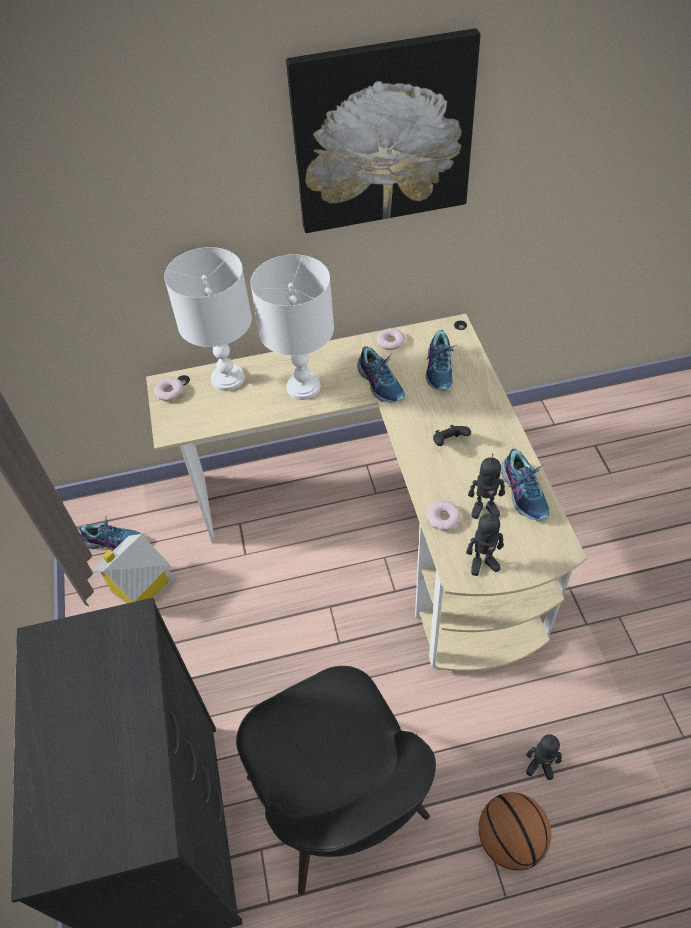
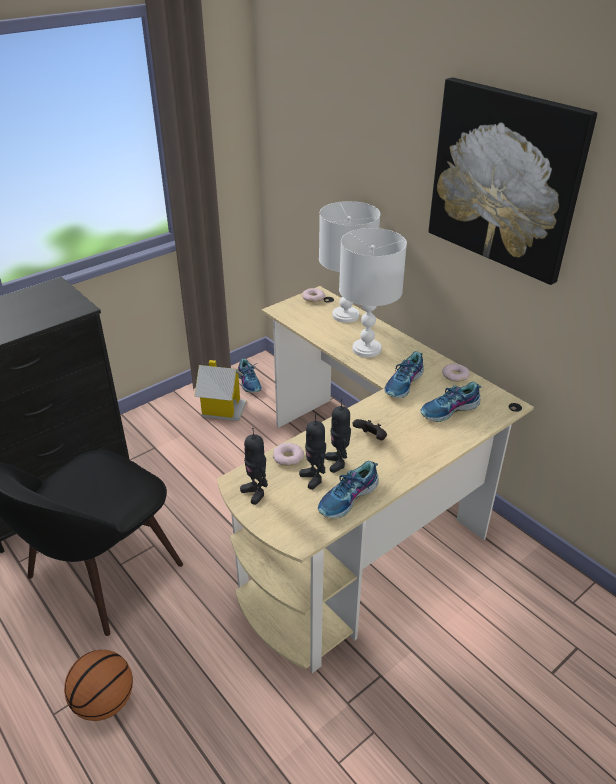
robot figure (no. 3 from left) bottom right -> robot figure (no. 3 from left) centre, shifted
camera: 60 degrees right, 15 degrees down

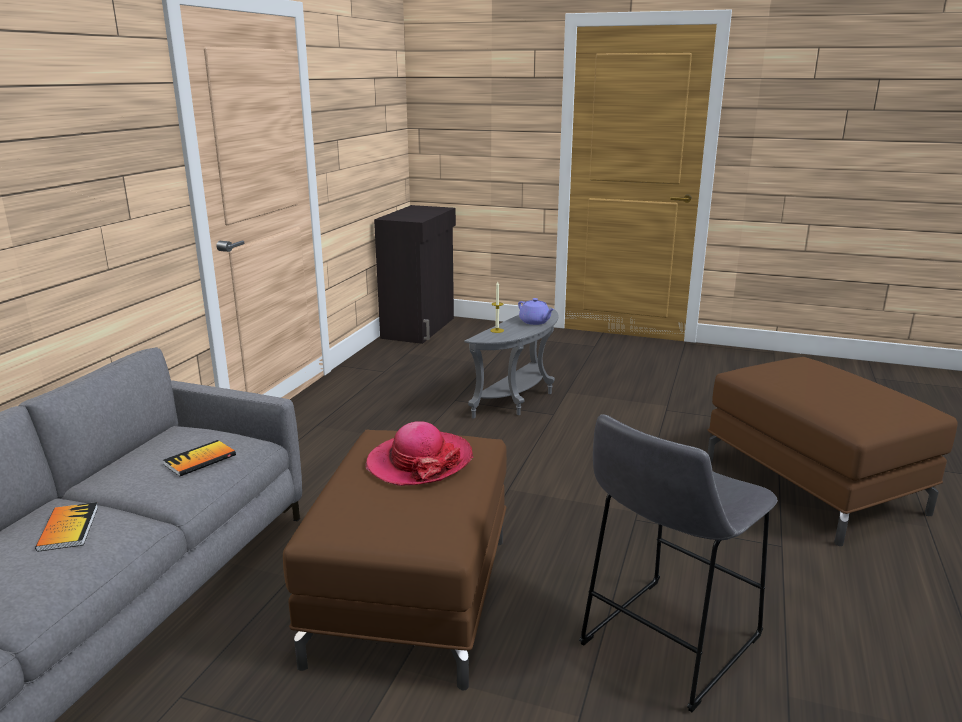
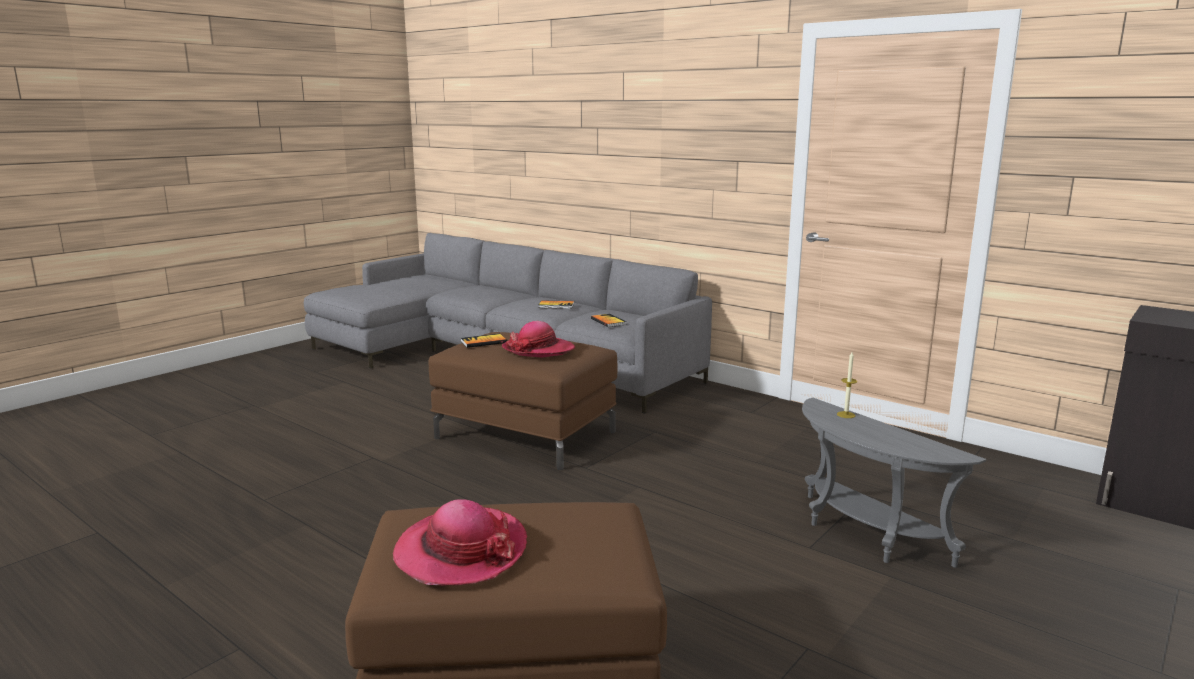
teapot (purple-coloured) centre -> none
sitting stool (greyish) bottom right -> none
none -> wearable hat (no. 1 from left) bottom centre
none -> book (no. 1 from left) centre
camera: 110 degrees right, 5 degrees down

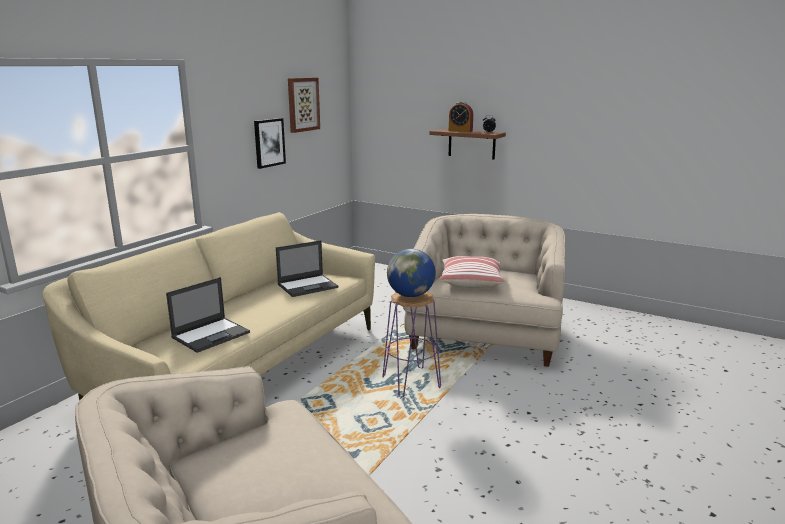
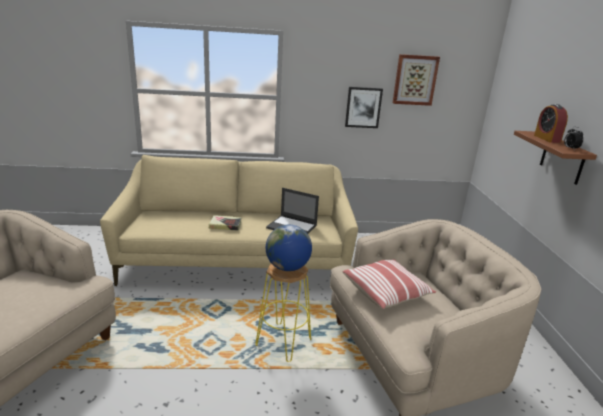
portable computer (no. 1 from left) middle left -> none
sitting stool (purple-coloured) centre -> sitting stool (yellow-coloured) bottom centre
none -> book centre
camera: 55 degrees right, 5 degrees up

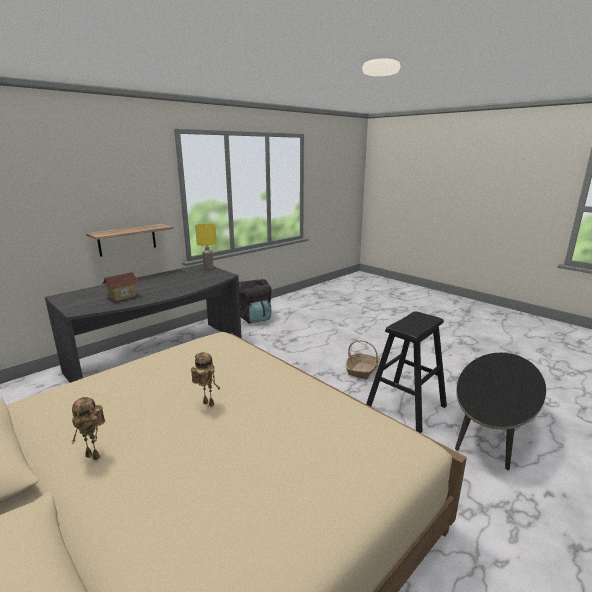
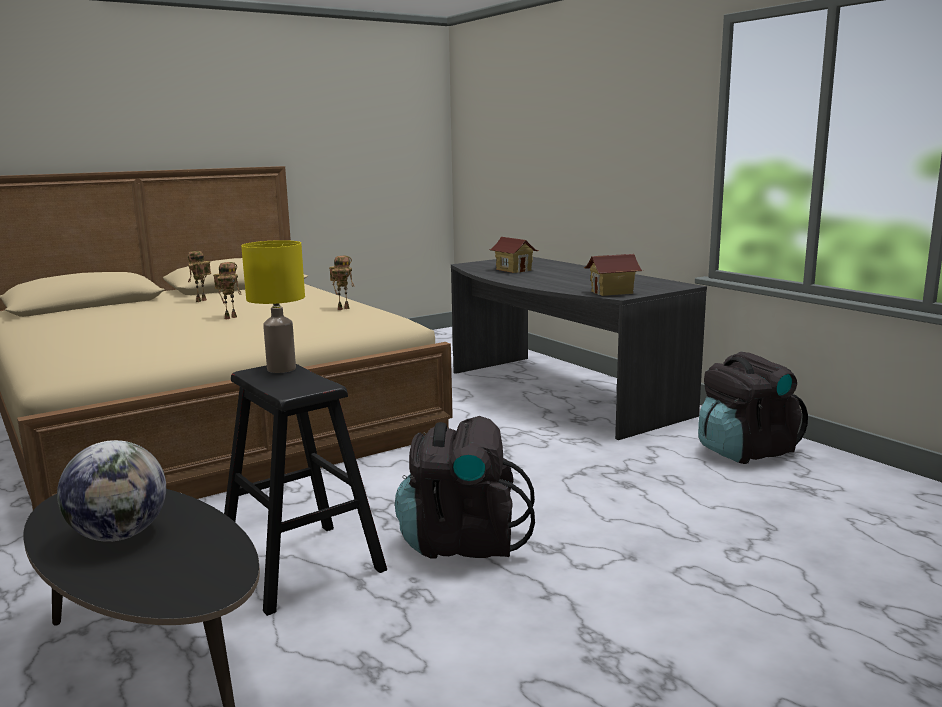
shelf middle left -> none
table lamp (yellow-coloured) centre -> table lamp (yellow-coloured) middle left, shifted
basket centre -> rucksack (black-coloured) (no. 1 from left) bottom centre
none -> desk globe bottom left
none -> robot figure (no. 3 from left) centre
none -> model house (no. 2 from left) centre
camera: 100 degrees right, 5 degrees down

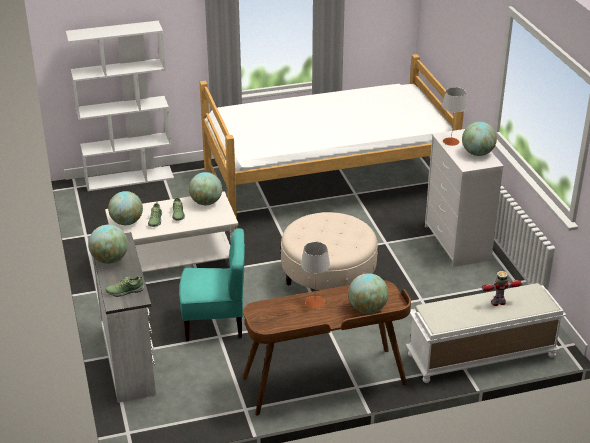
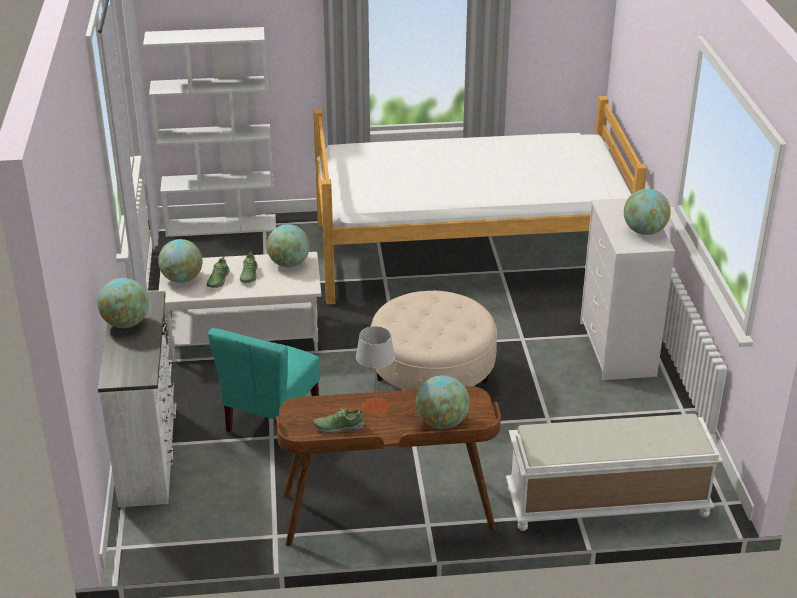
low shoe (no. 1 from left in the first image) middle left -> low shoe (no. 3 from left) bottom centre, shifted
plain chair (turquoise) centre -> plain chair (turquoise) middle left, 105 degrees clockwise
table lamp (greyish) (no. 2 from left) top right -> none
robot figure middle right -> none
camera: 10 degrees right, 0 degrees up

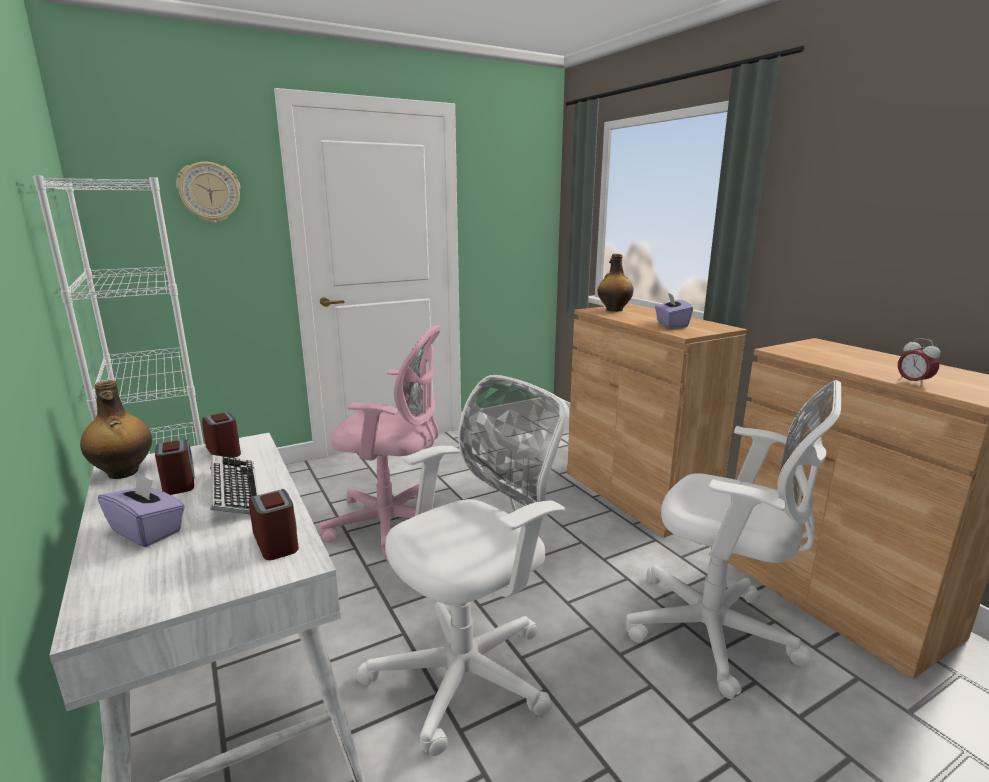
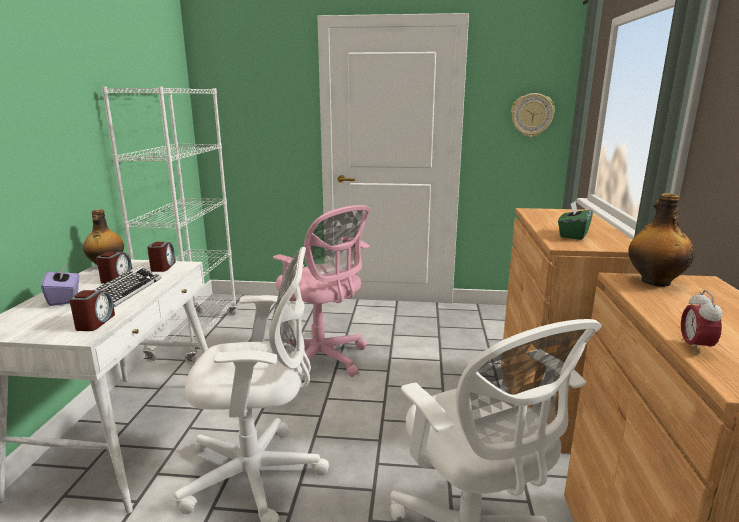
wall clock top left -> wall clock top right, shifted
beverage bottle (no. 2 from left) centre -> beverage bottle (no. 2 from left) middle right, shifted
tissue box (purple-coloured) (no. 2 from left) middle right -> tissue box (green) middle right
camera: 35 degrees right, 0 degrees up

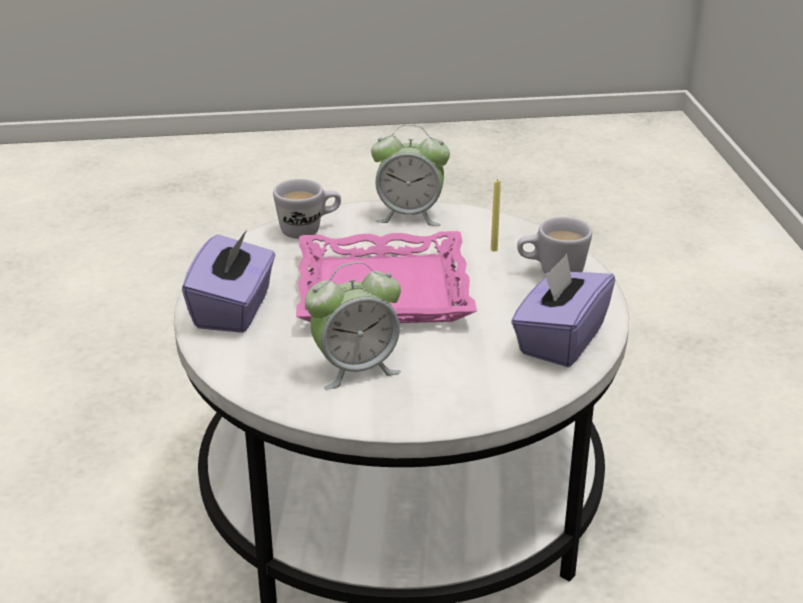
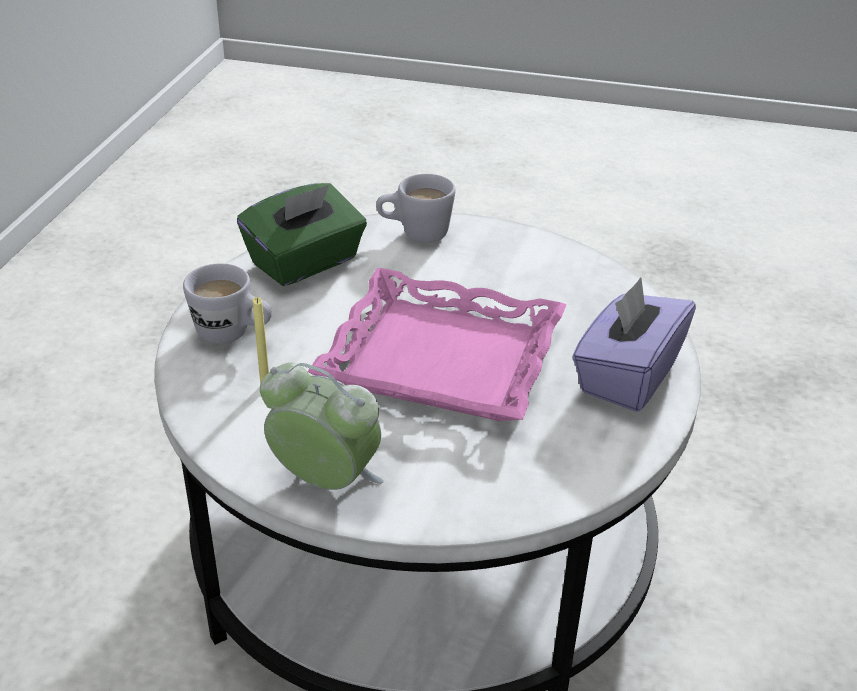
coffee mug (white) (no. 1 from left in the first image) centre -> coffee mug (white) (no. 2 from left) top centre, shifted
bedside clock (no. 1 from left) centre -> none
tissue box (purple-coloured) (no. 2 from left) middle right -> tissue box (green) centre
camera: 160 degrees left, 5 degrees up

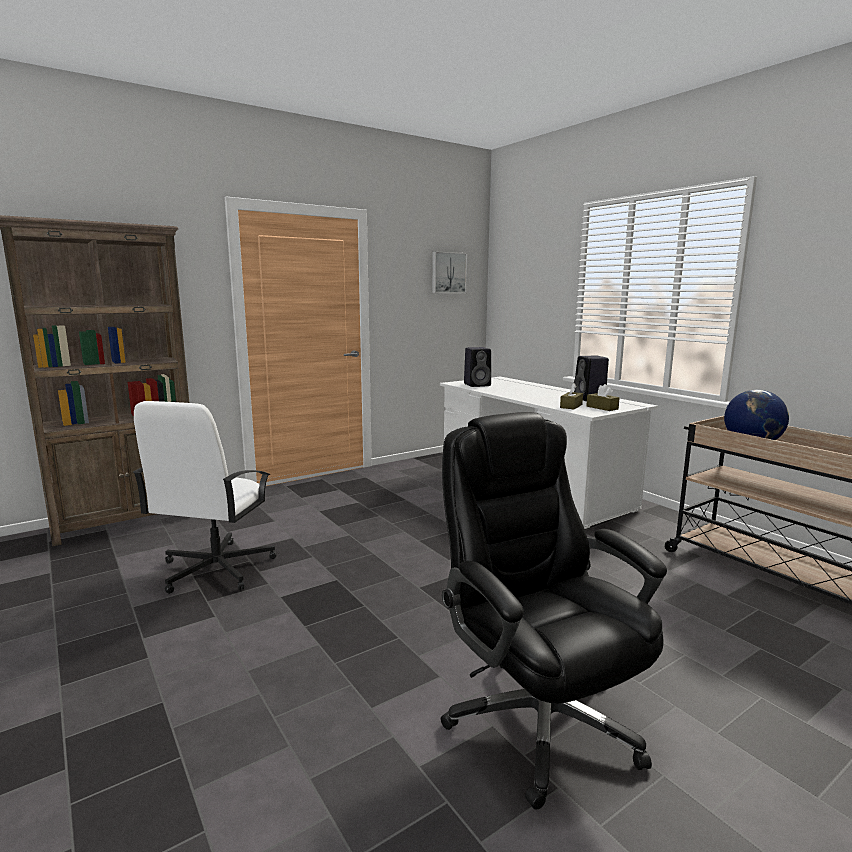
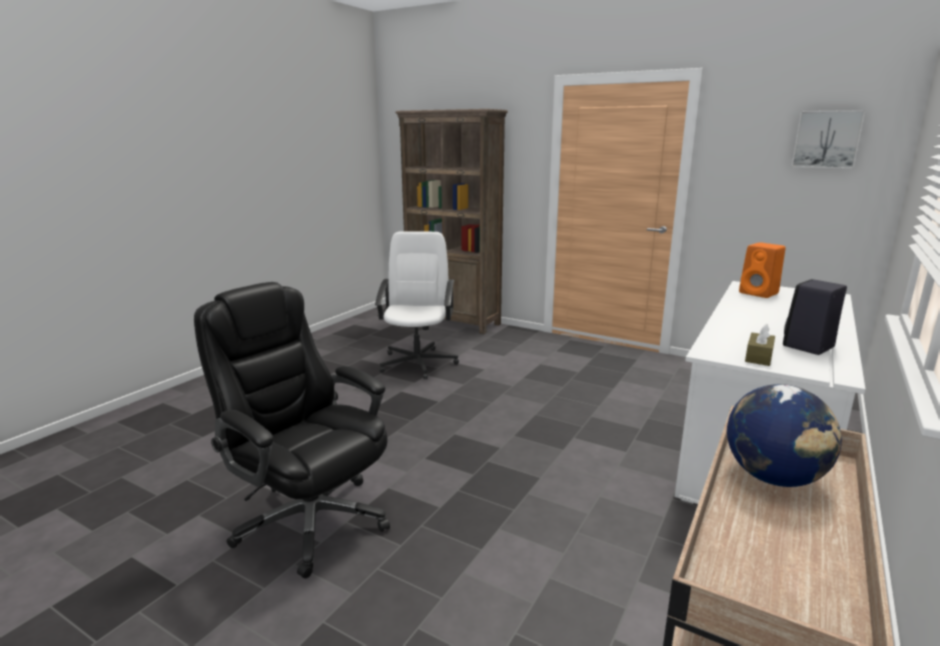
desk chair (white) middle left -> desk chair (white) centre, 105 degrees clockwise
desk chair (black-coloured) bottom centre -> desk chair (black-coloured) middle left, 90 degrees counterclockwise
speaker (black-coloured) (no. 1 from left) centre -> speaker (orange-coloured) middle right
tissue box (brown) (no. 1 from left) middle right -> none
camera: 65 degrees right, 5 degrees up

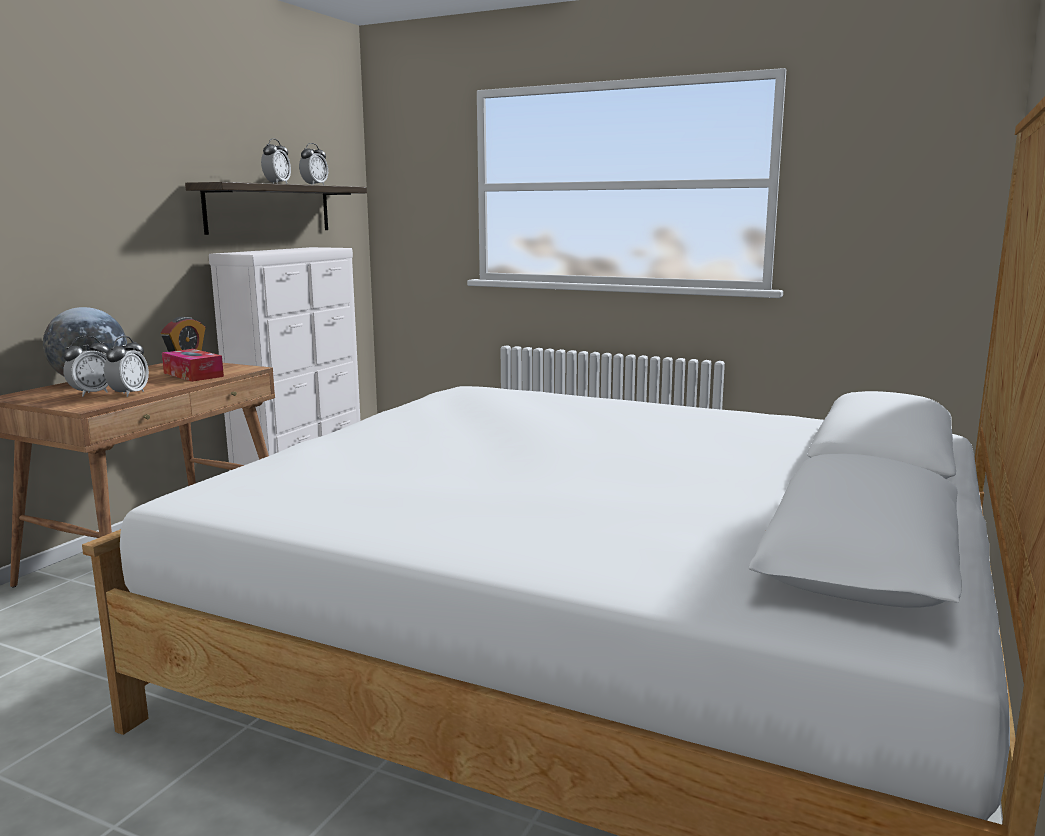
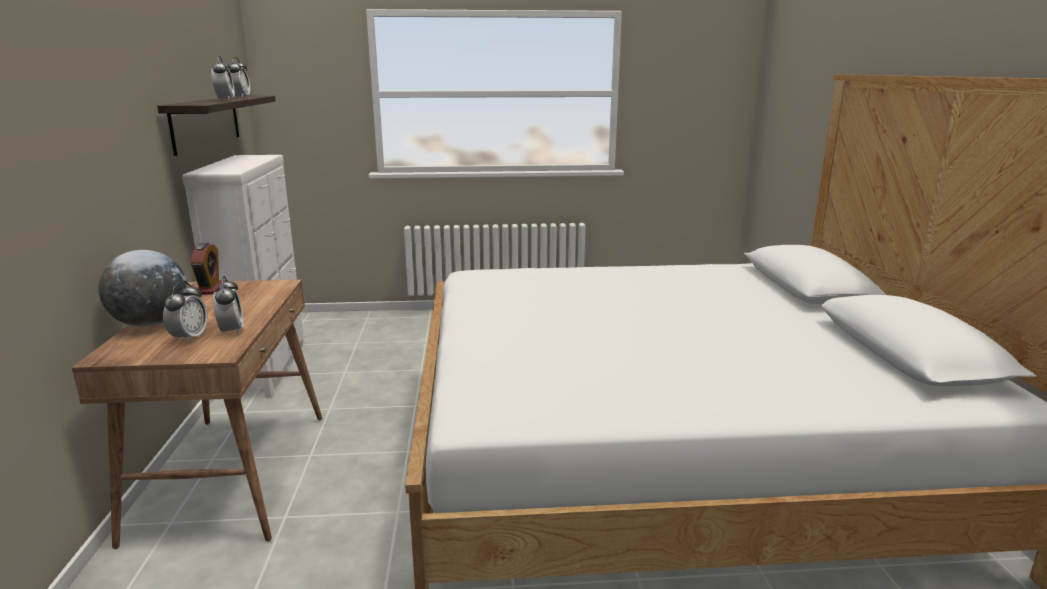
tissue box middle left -> none
camera: 30 degrees left, 5 degrees up

